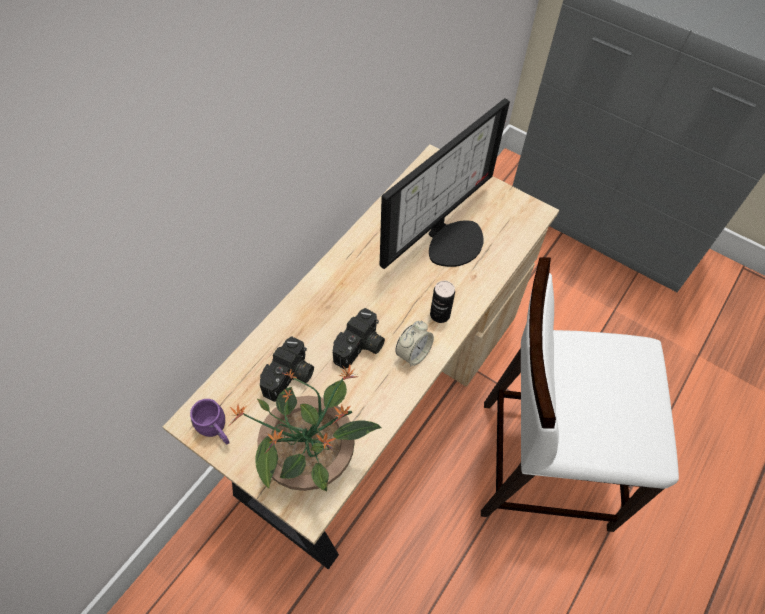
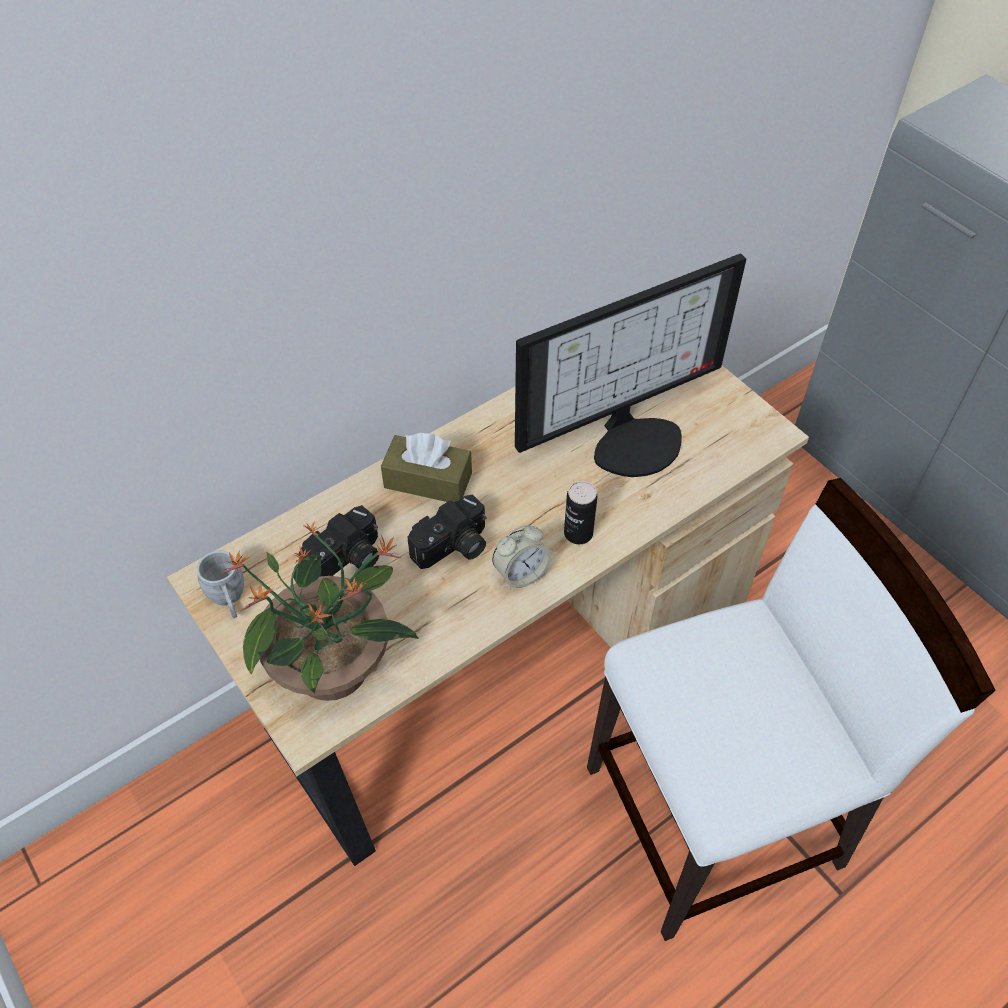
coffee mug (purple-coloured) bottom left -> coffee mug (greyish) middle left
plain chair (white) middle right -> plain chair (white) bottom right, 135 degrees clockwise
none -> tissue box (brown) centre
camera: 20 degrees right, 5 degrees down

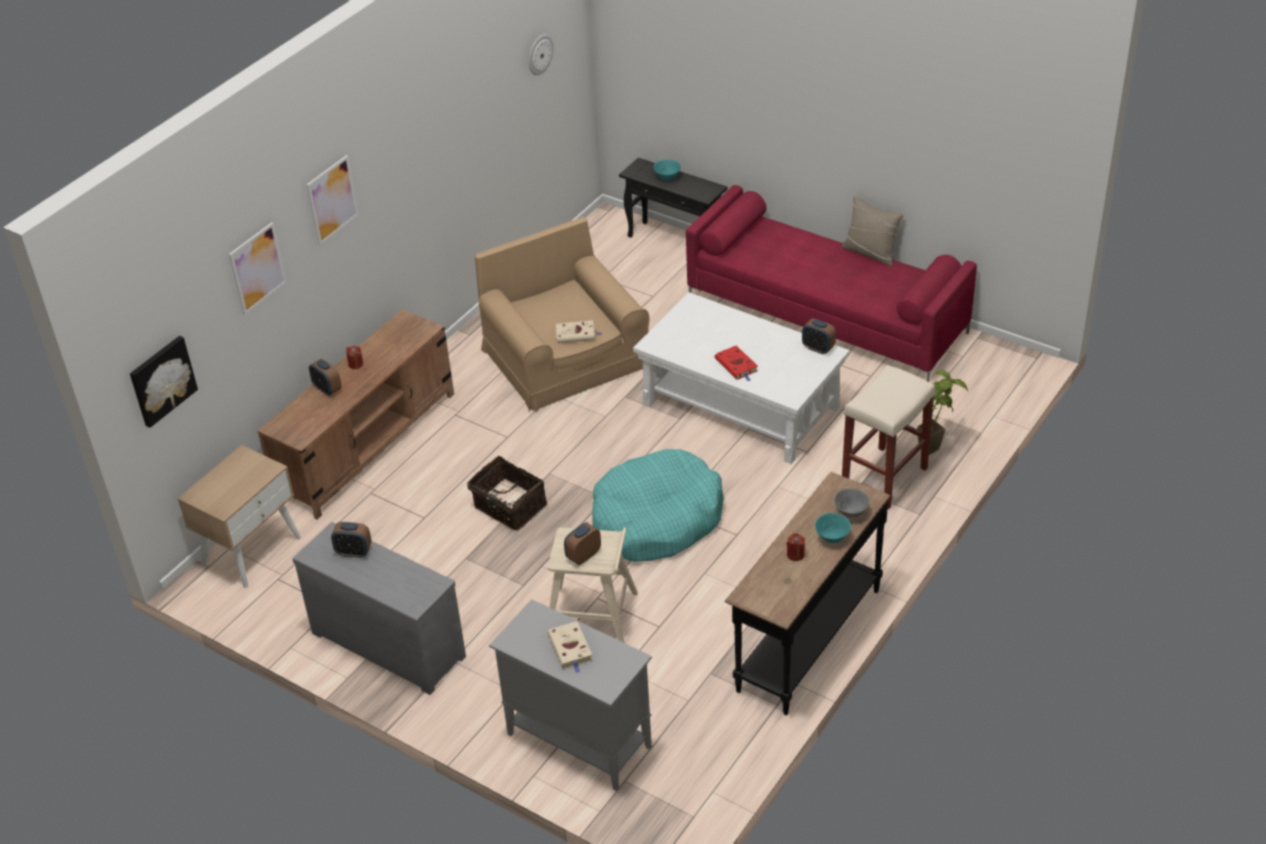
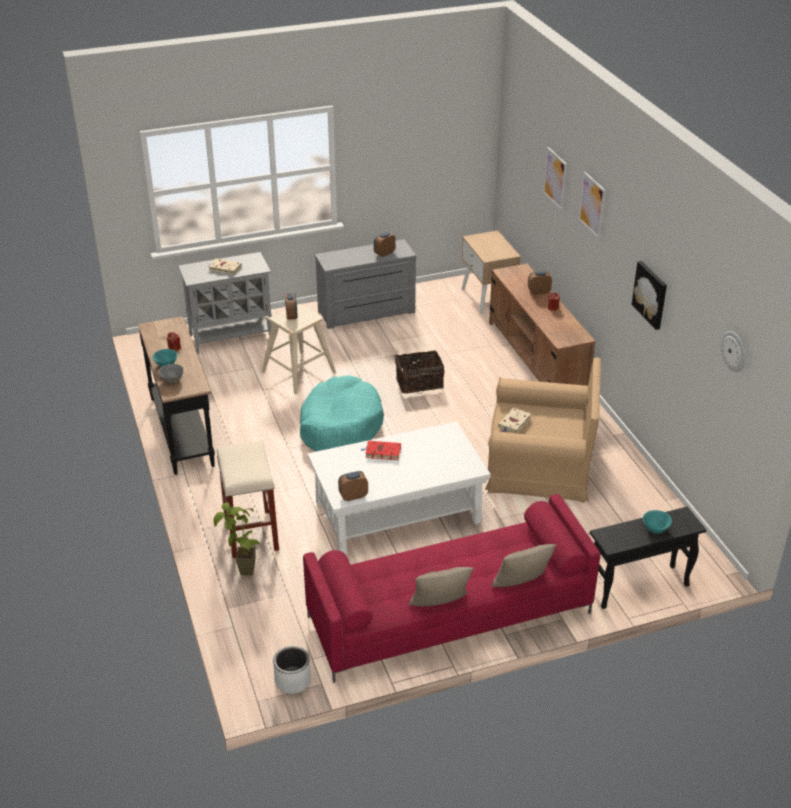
wall picture (no. 1 from left in the first image) middle left -> wall picture (no. 3 from left) middle right, shifted
none -> flower pot (greyish) bottom centre
none -> cushion (beige-coloured) (no. 2 from left) bottom centre
camera: 125 degrees right, 5 degrees down

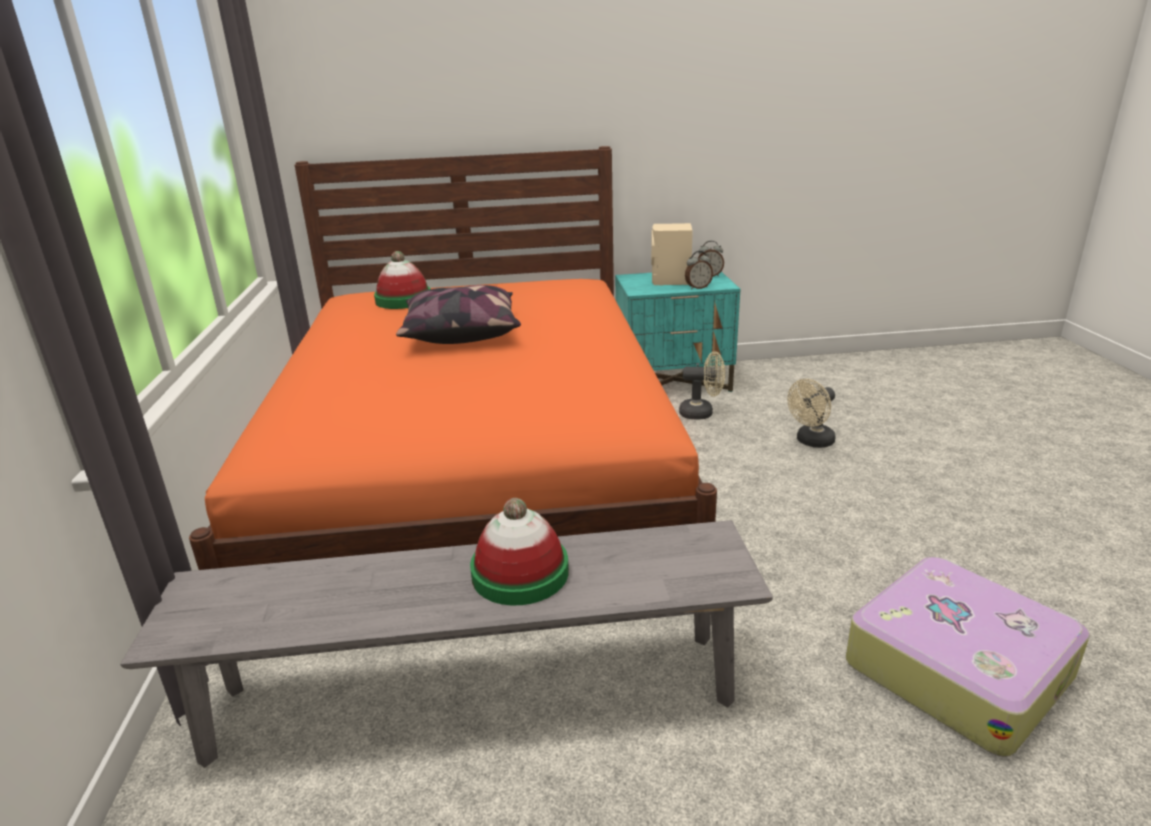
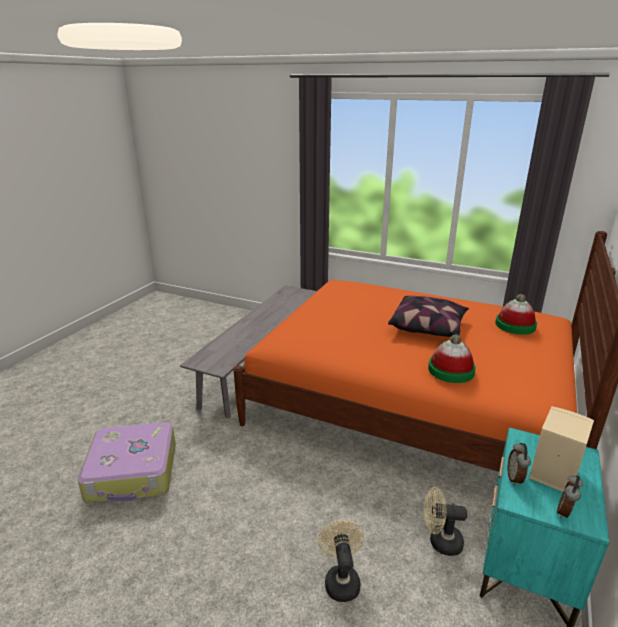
wearable hat (no. 2 from left in the first image) bottom centre -> wearable hat (no. 1 from left) middle right, shifted
fan (beige-coloured) (no. 1 from left in the first image) centre -> fan (beige-coloured) (no. 2 from left) bottom right, 60 degrees clockwise
camera: 120 degrees right, 0 degrees up

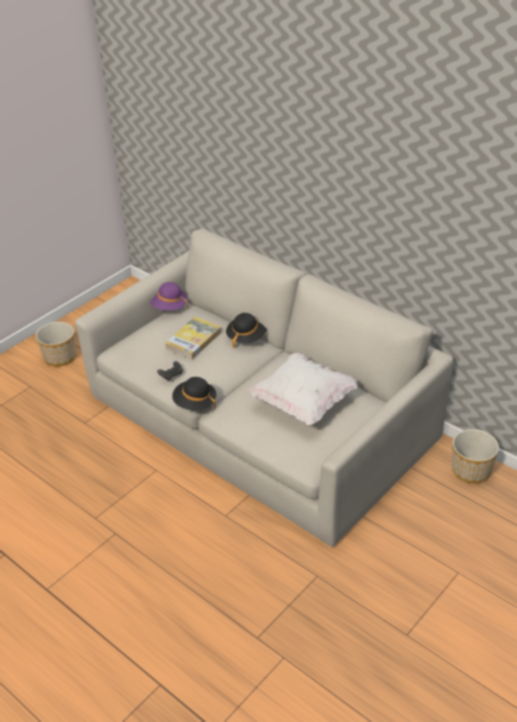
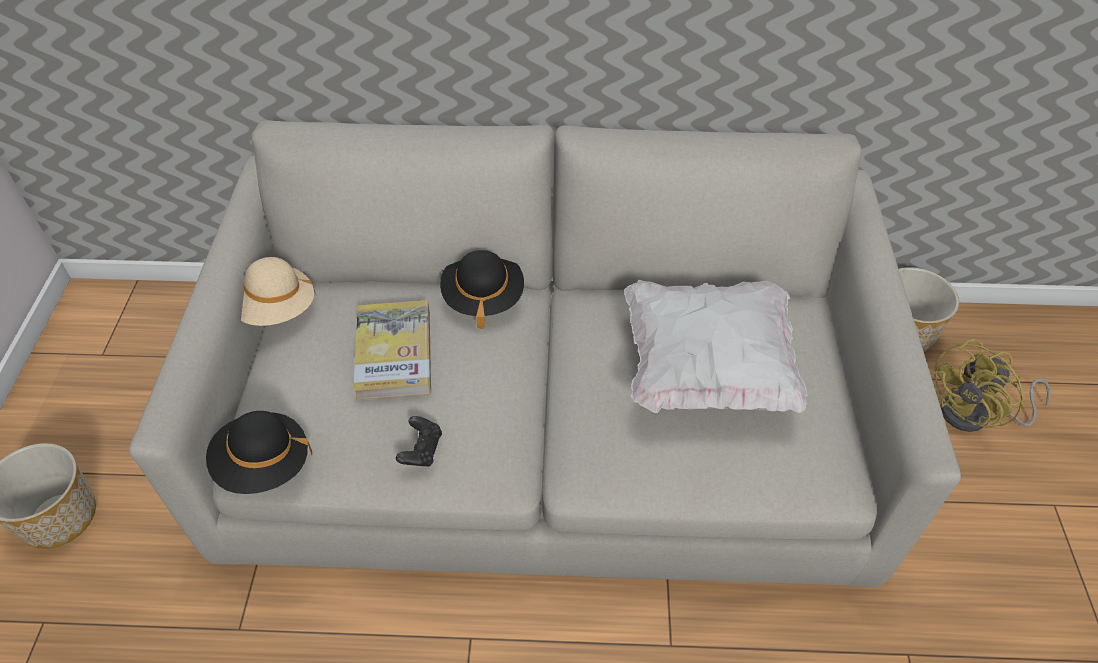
wearable hat (purple-coloured) middle left -> wearable hat (beige-coloured) middle left
wearable hat (black-coloured) (no. 1 from left) centre -> wearable hat (black-coloured) (no. 1 from left) bottom left, shifted
none -> fan (yellow-coloured) middle right
camera: 40 degrees left, 10 degrees up

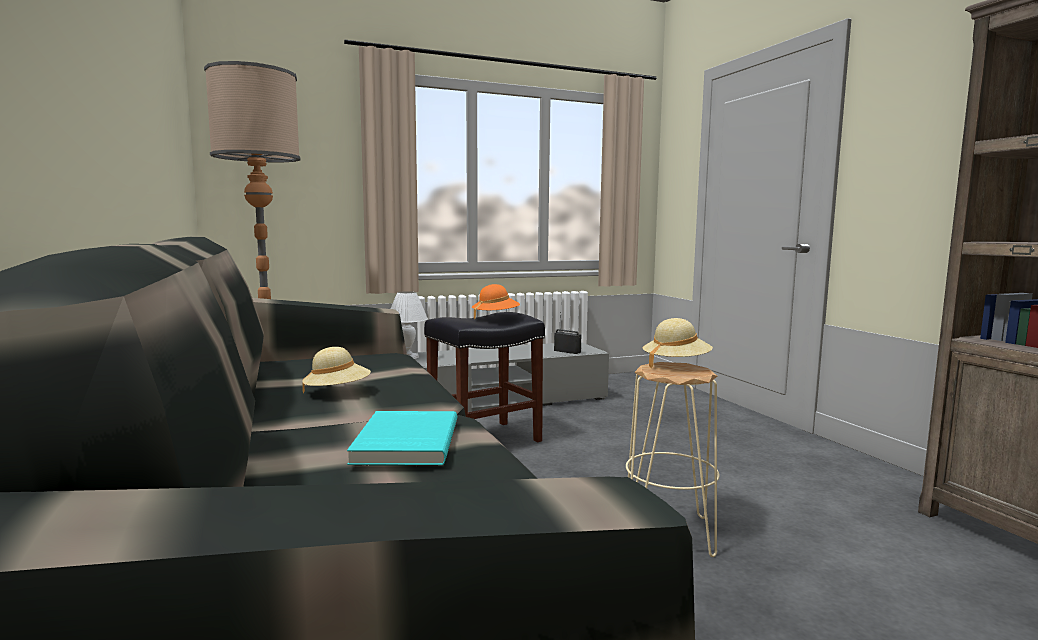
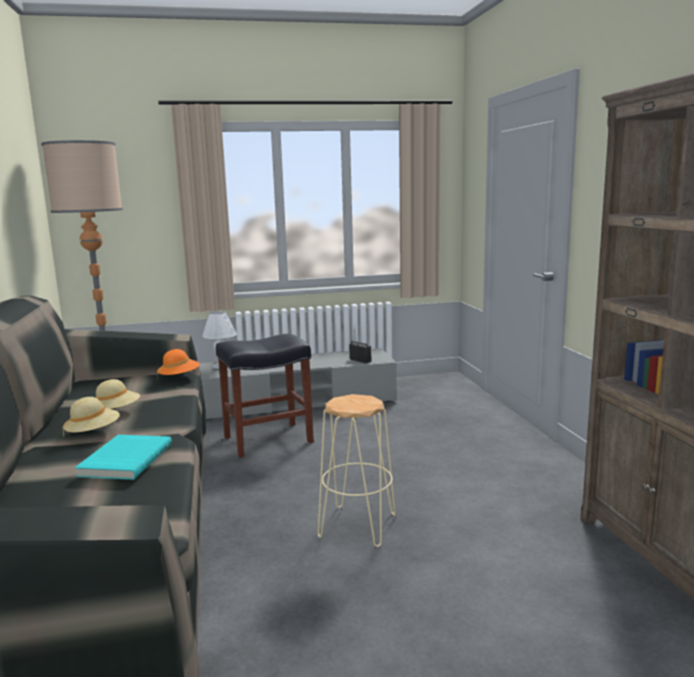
wearable hat (orange-coloured) centre -> wearable hat (orange-coloured) middle left, shifted
wearable hat (beige-coloured) (no. 2 from left in the first image) centre -> wearable hat (beige-coloured) (no. 1 from left) middle left, shifted
camera: 10 degrees right, 5 degrees up

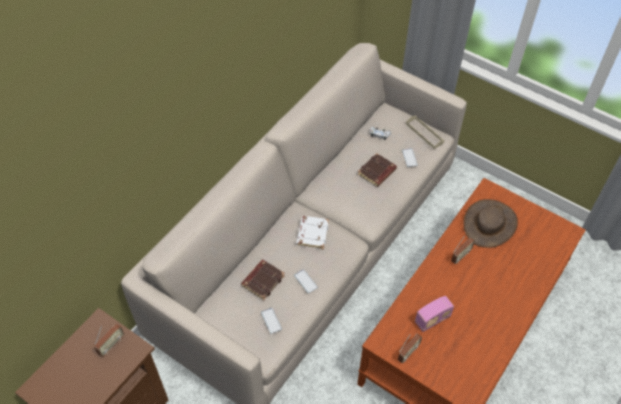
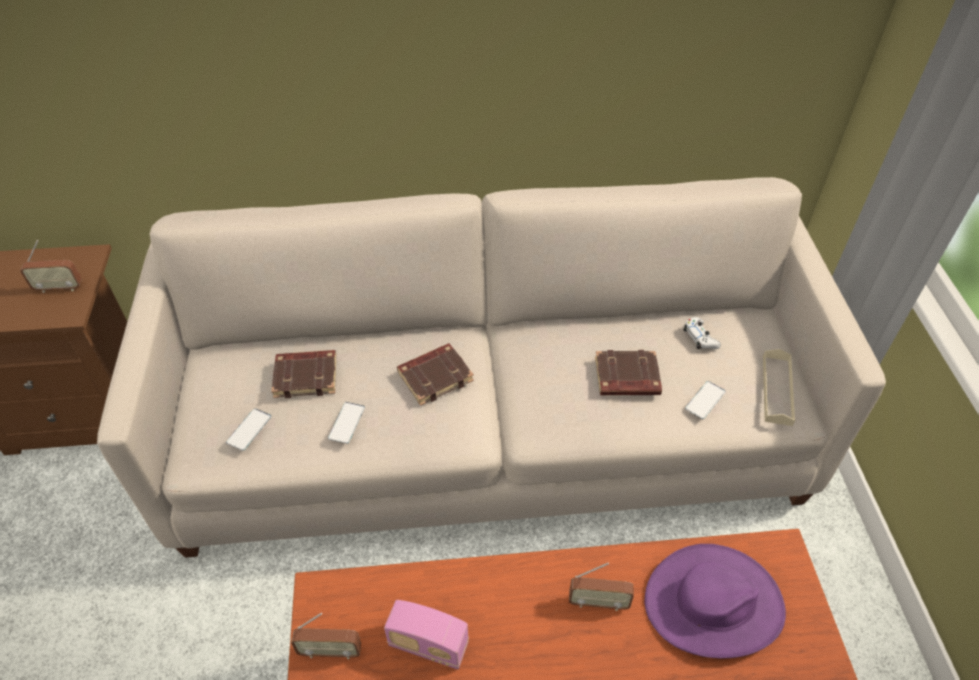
book (white) centre -> book (brown) (no. 2 from left) centre
wearable hat (brown) middle right -> wearable hat (purple-coloured) bottom right
camera: 50 degrees right, 5 degrees down

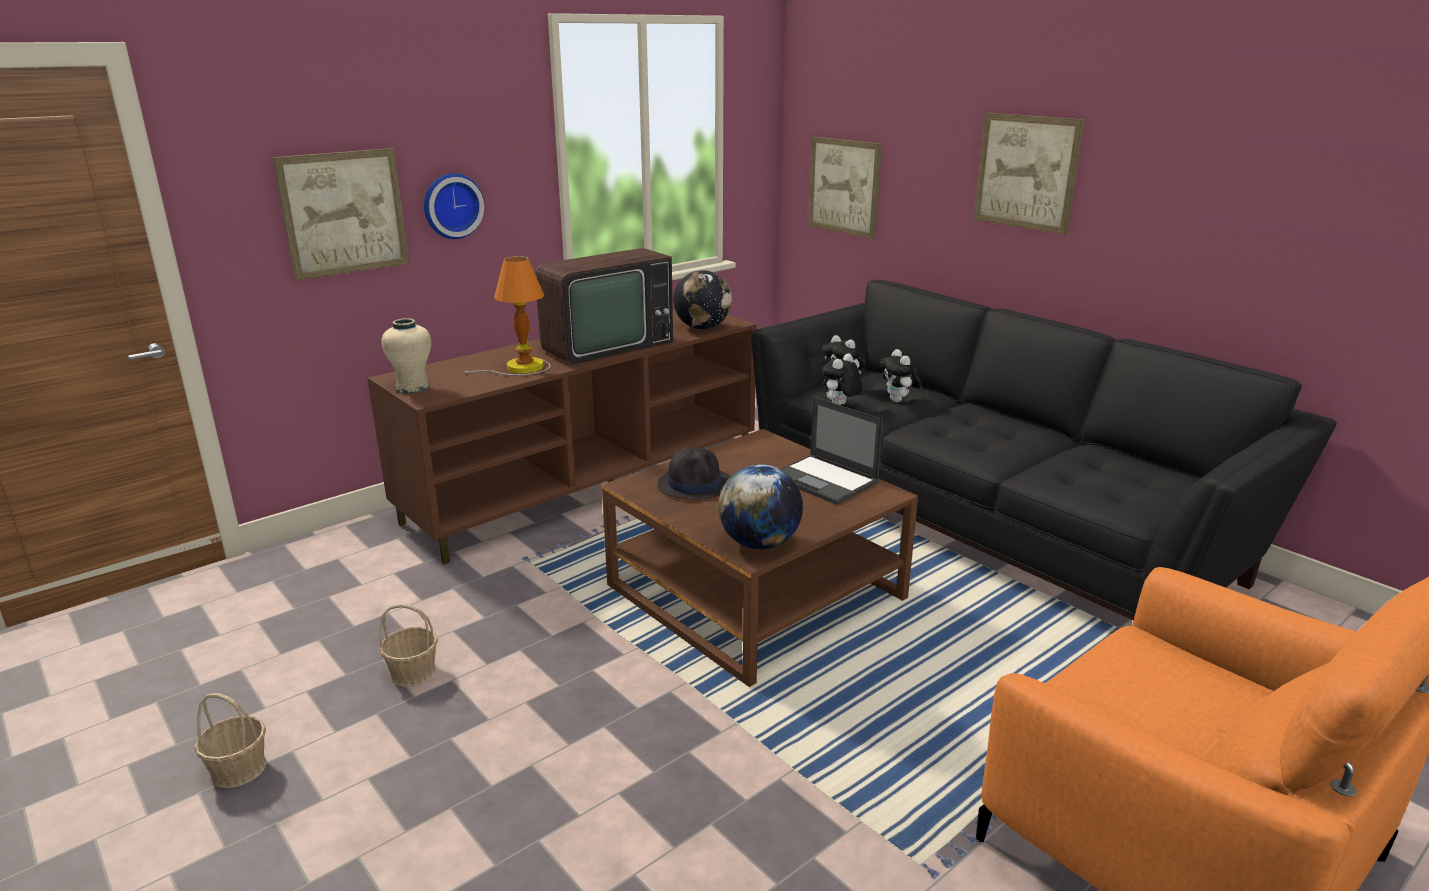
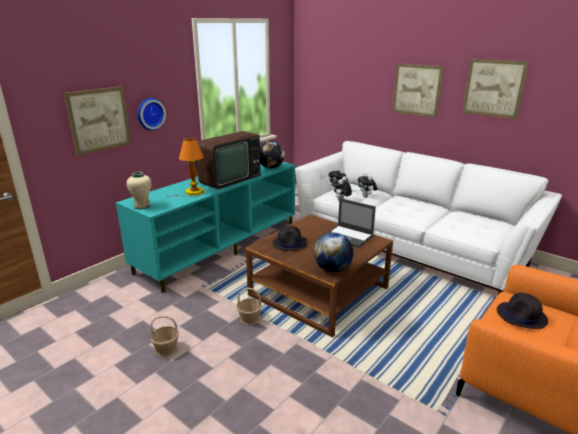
basket (no. 1 from left in the first image) bottom left -> basket (no. 2 from left) bottom centre, shifted
media console (brown) centre -> media console (turquoise) centre
settee (black-coloured) middle right -> settee (white) middle right
wall picture (no. 2 from left in the first image) top centre -> wall picture (no. 3 from left) top right, shifted
none -> wearable hat (black-coloured) (no. 2 from left) bottom right
camera: 10 degrees left, 0 degrees up

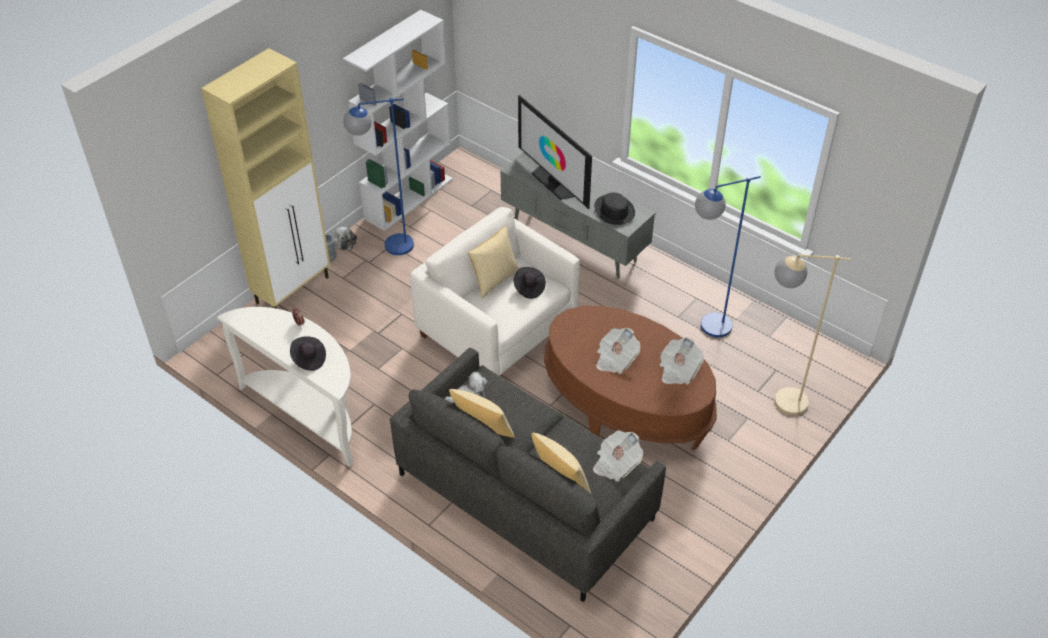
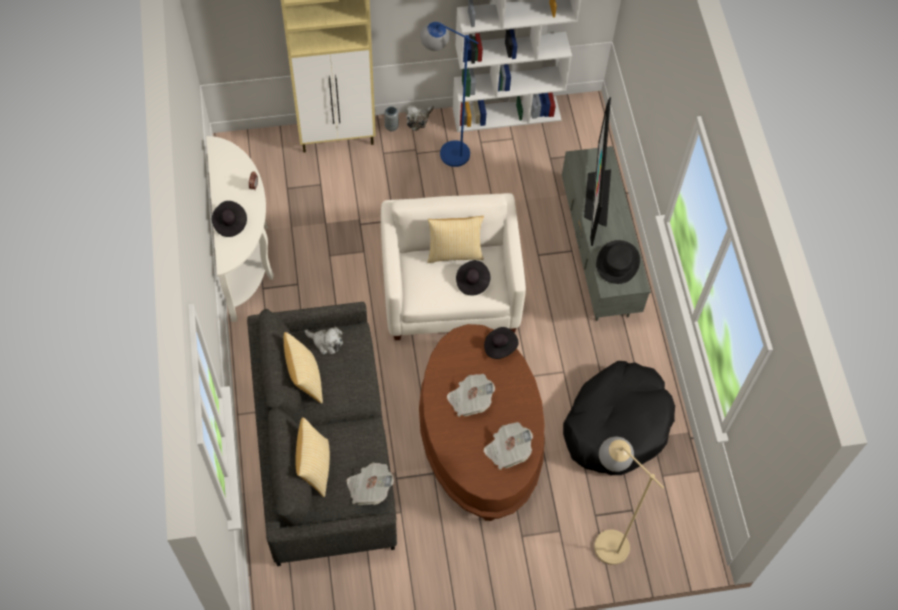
standing lamp (blue-coloured) (no. 2 from left) middle right -> pet bed (black-coloured) bottom right
none -> wearable hat (black-coloured) (no. 3 from left) centre
camera: 40 degrees right, 15 degrees up

